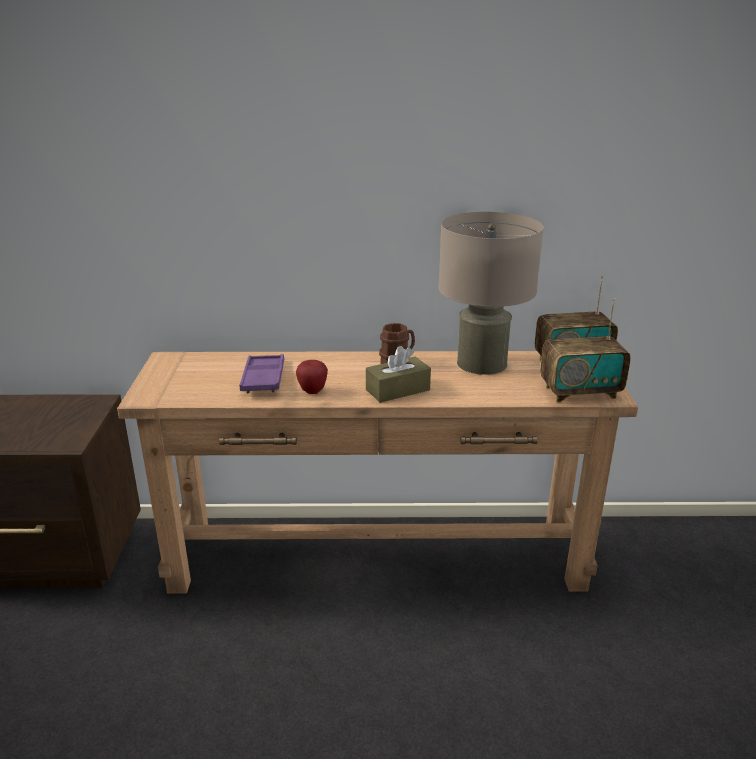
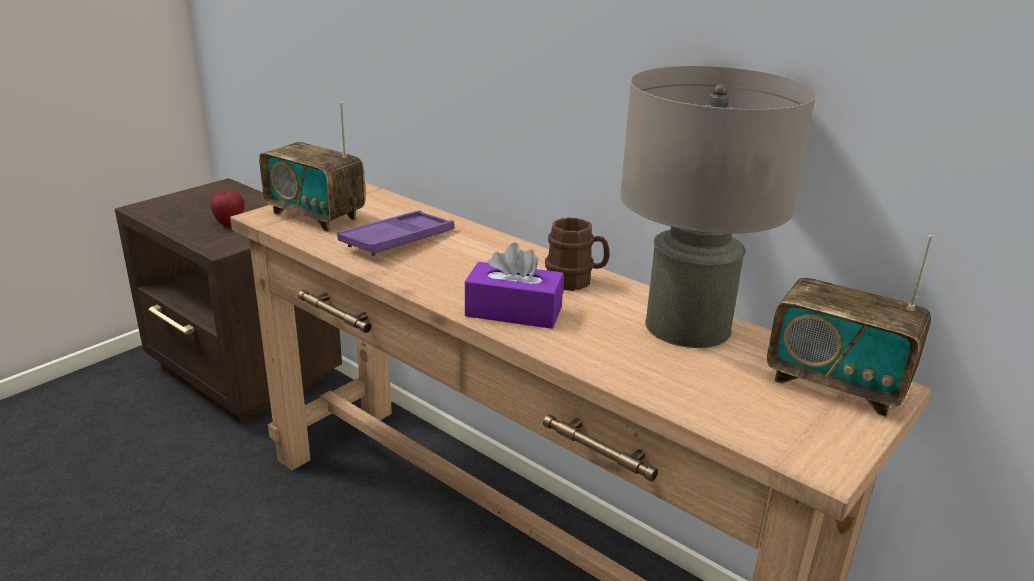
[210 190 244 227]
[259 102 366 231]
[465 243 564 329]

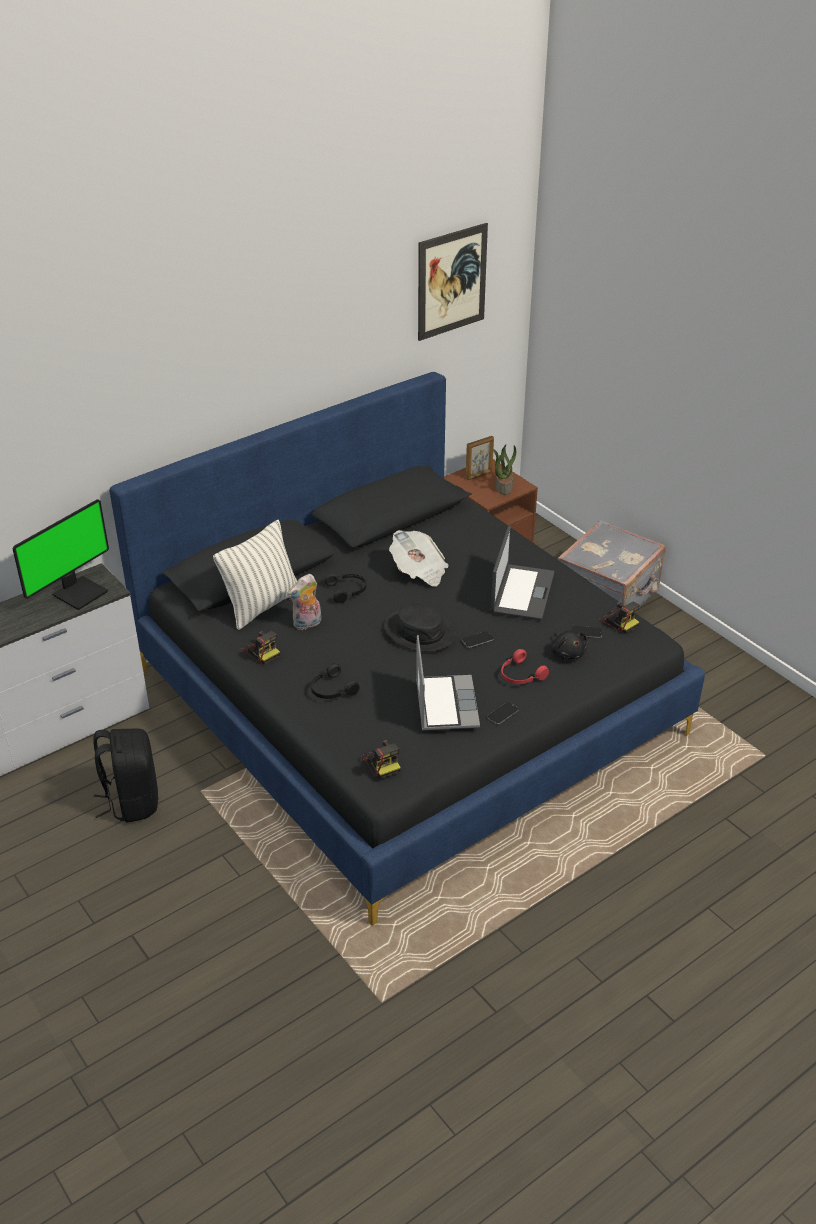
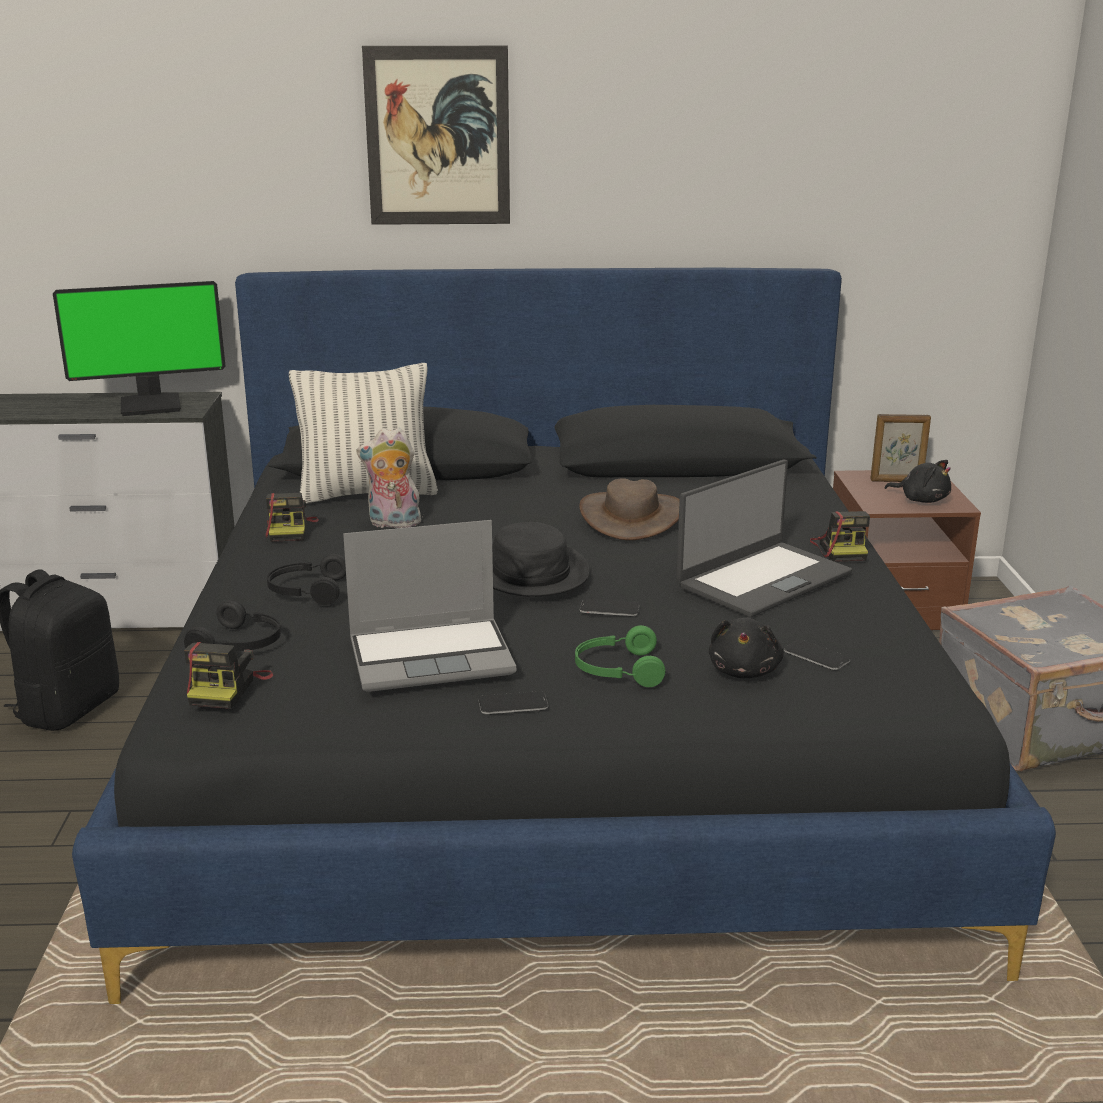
[184 600 281 651]
[343 520 516 692]
[362 46 510 225]
[575 625 665 687]
[579 478 680 540]
[810 511 870 562]
[885 460 951 503]

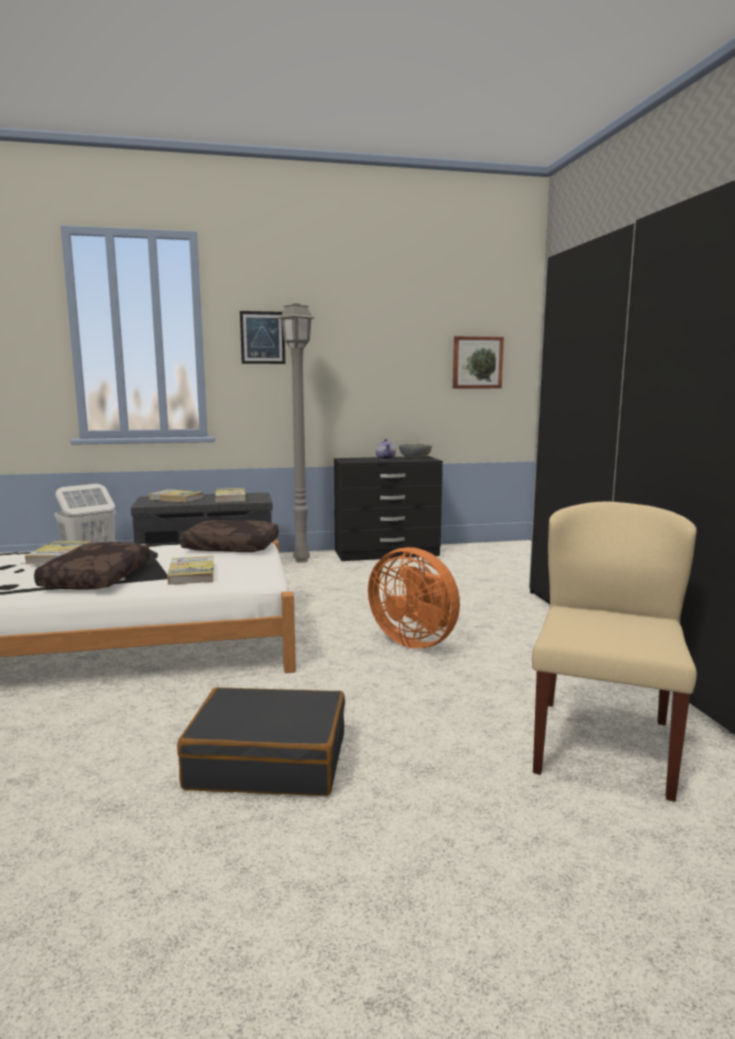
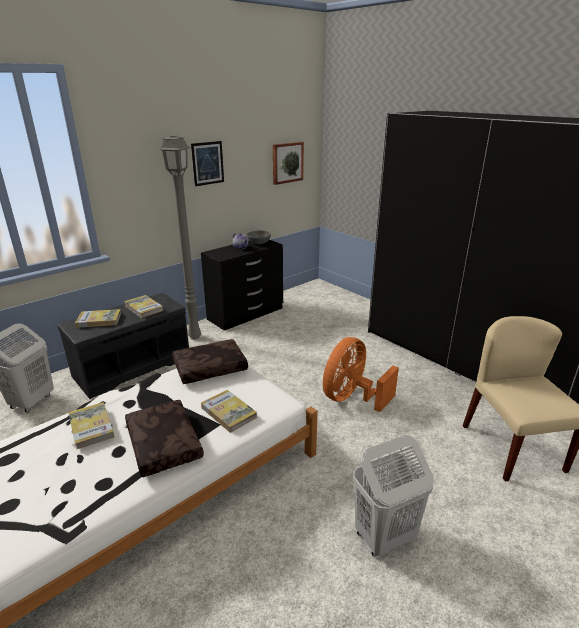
[191 141 224 186]
[323 337 399 412]
[353 435 434 556]

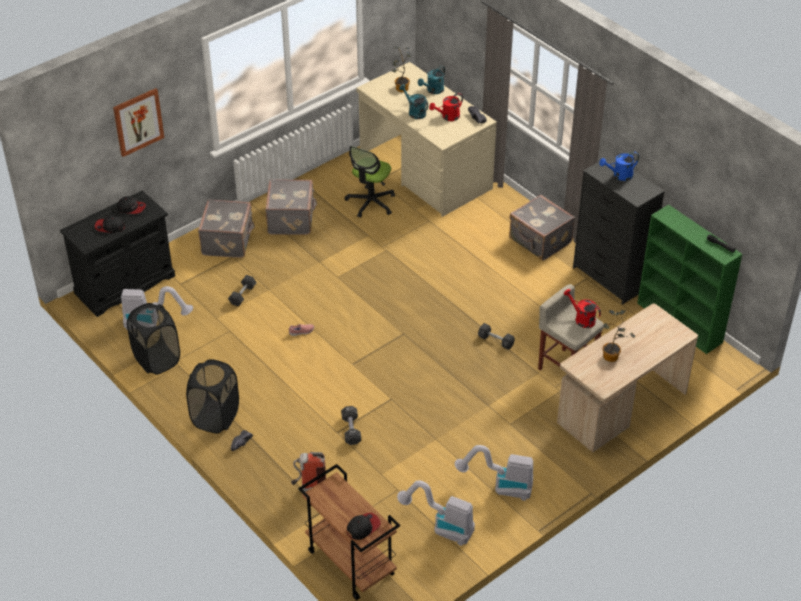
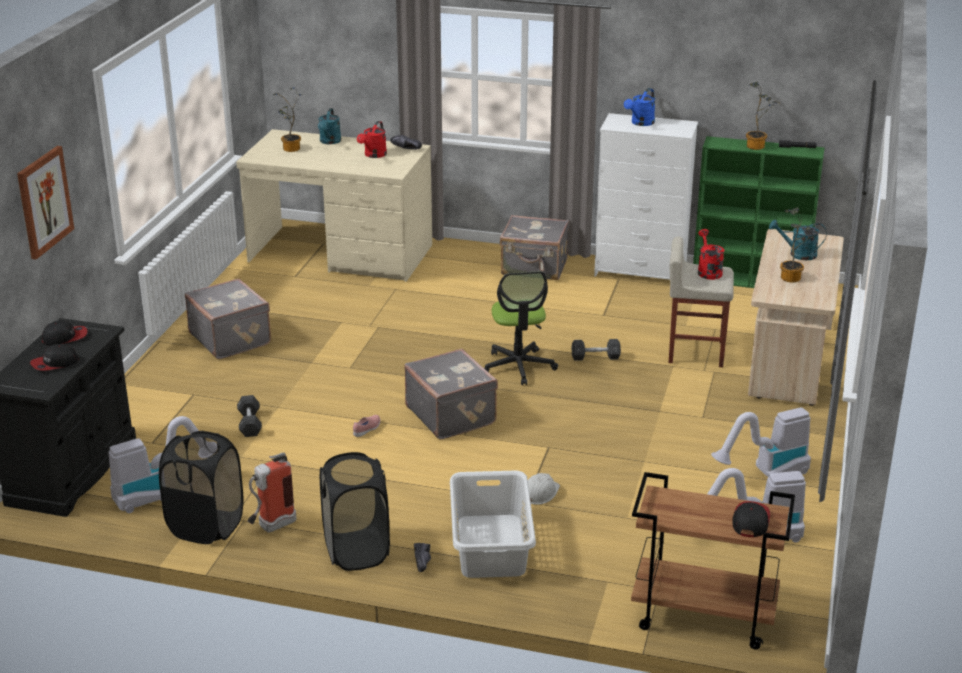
[247 452 296 532]
[404 349 498 439]
[450 470 536 578]
[484 271 558 385]
[523 473 560 505]
[594 113 698 280]
[698 229 724 280]
[746 82 779 150]
[769 219 827 260]

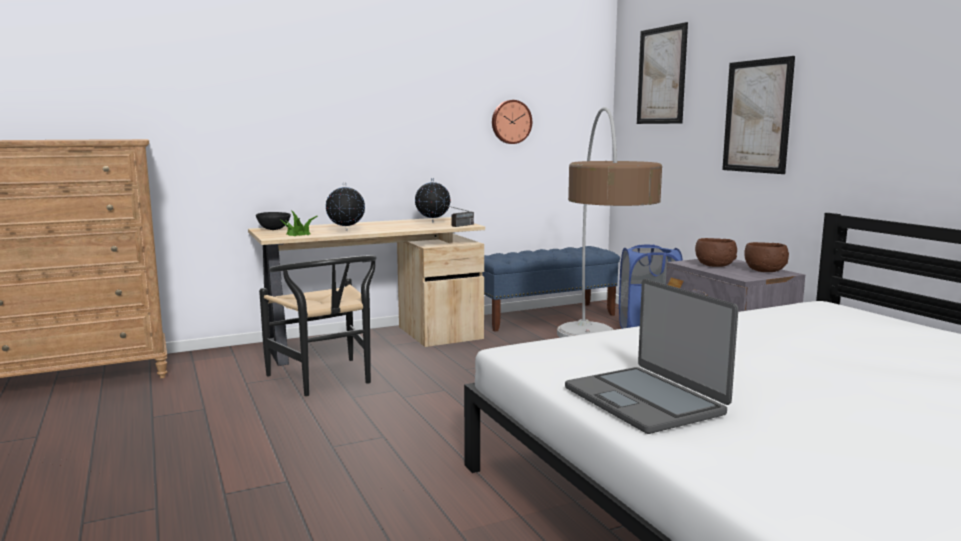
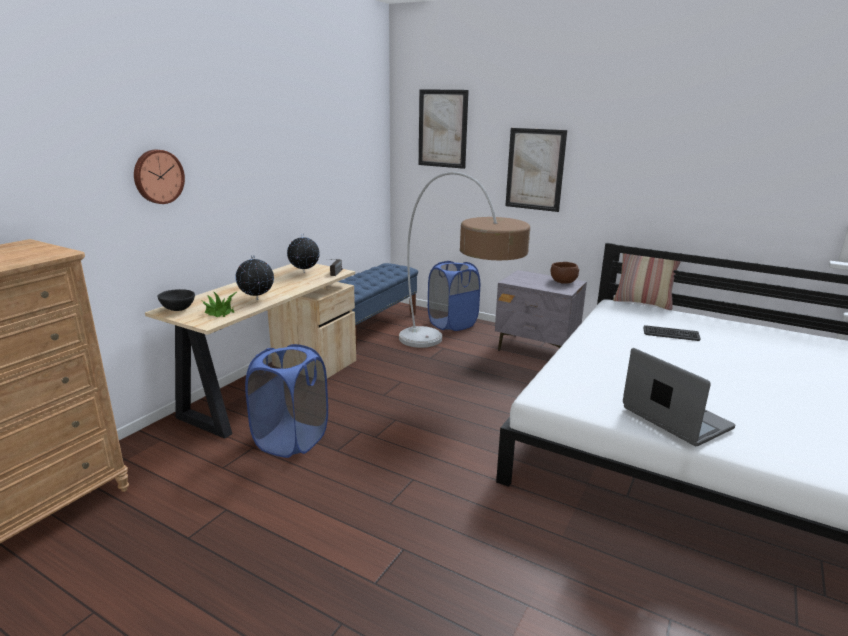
[134 150 185 204]
[245 344 328 458]
[613 253 681 310]
[623 348 735 446]
[643 325 700 341]
[695 238 737 267] (first image)

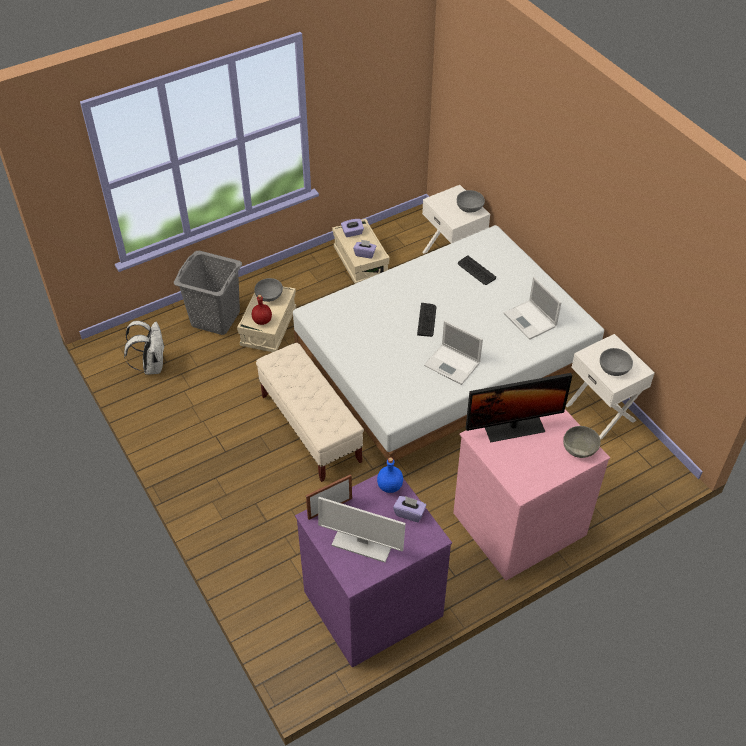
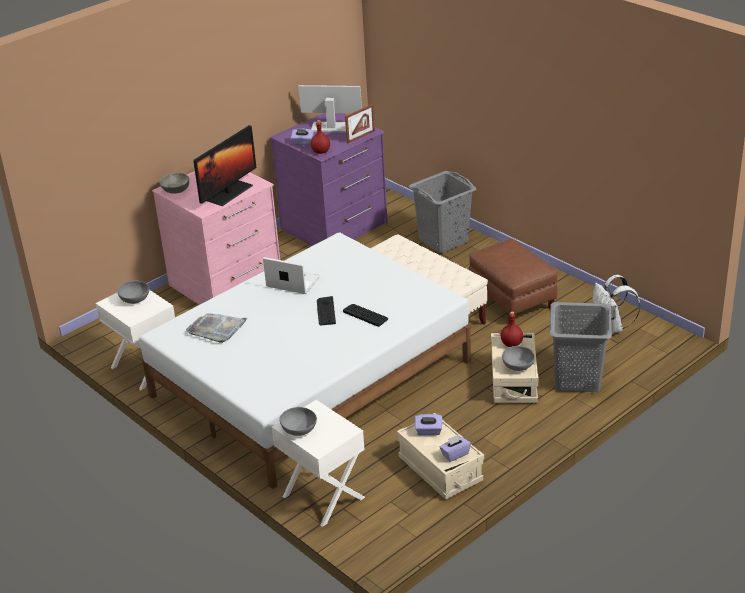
[186 313 248 343]
[193 125 256 206]
[311 120 330 154]
[343 304 388 327]
[409 171 476 253]
[468 238 557 324]

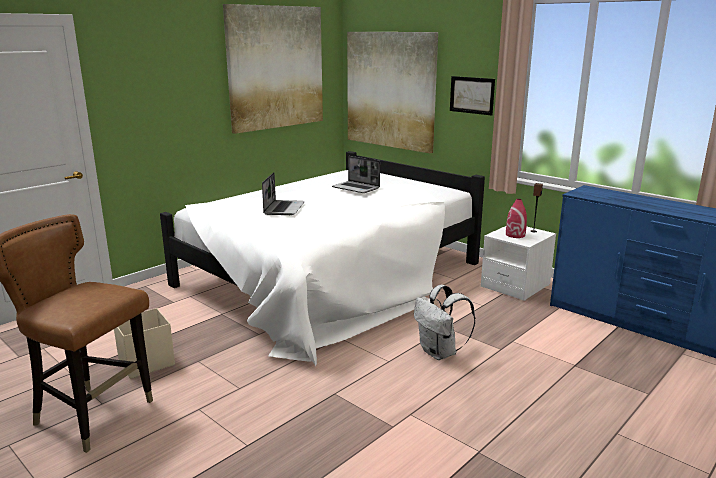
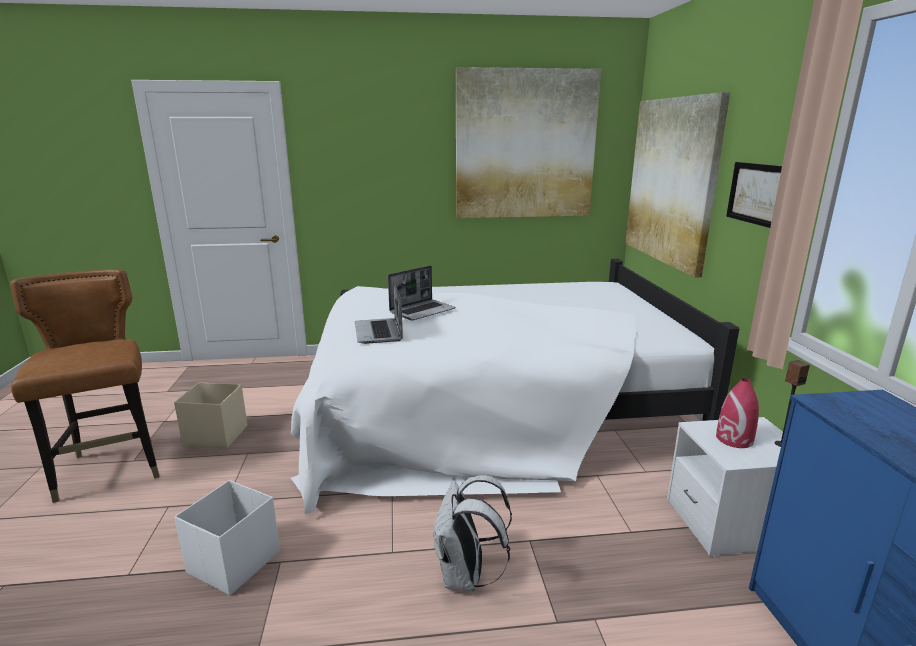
[174 480 280 595]
[355 281 403 344]

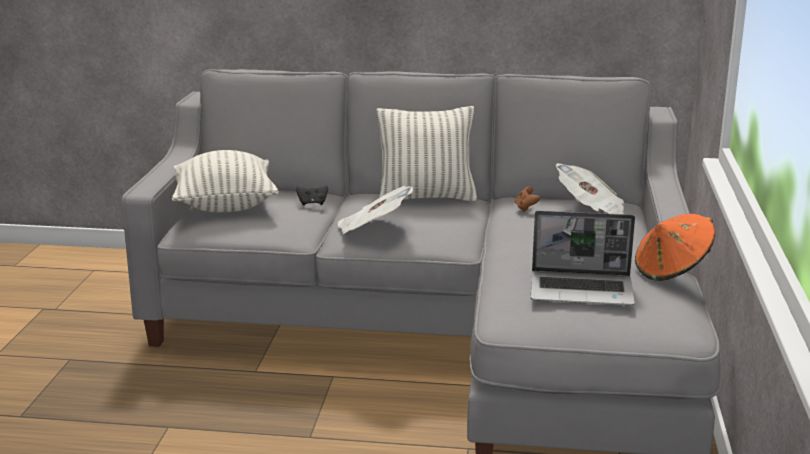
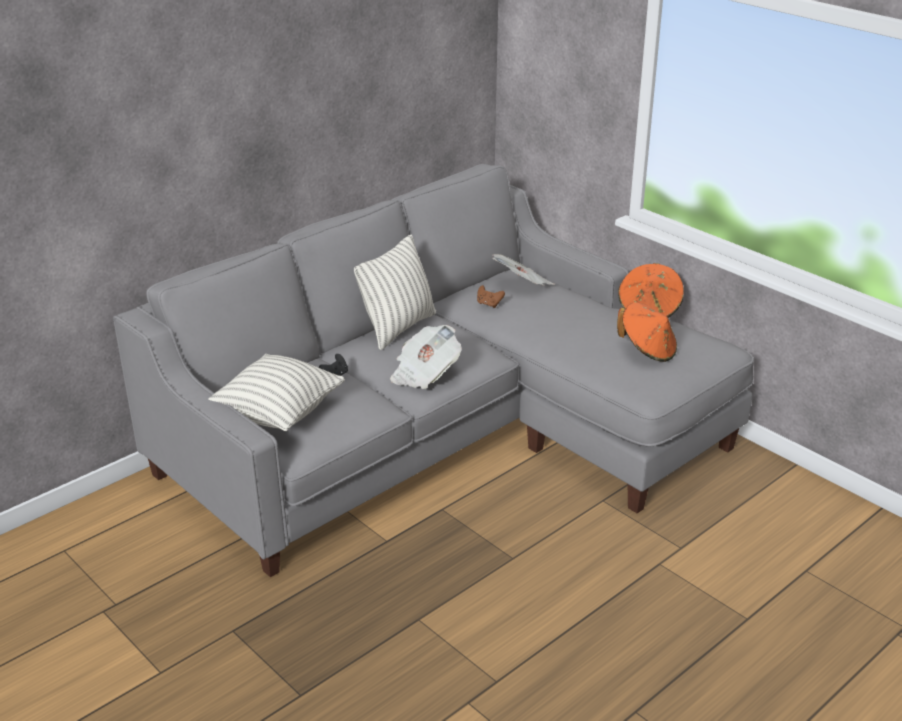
[617 302 677 362]

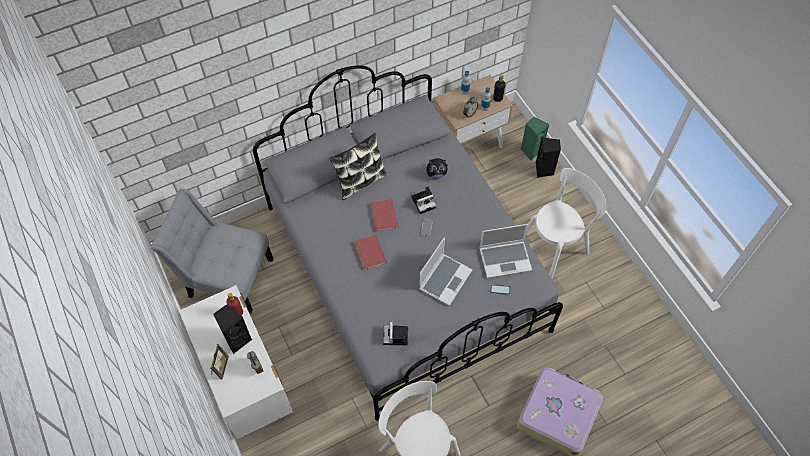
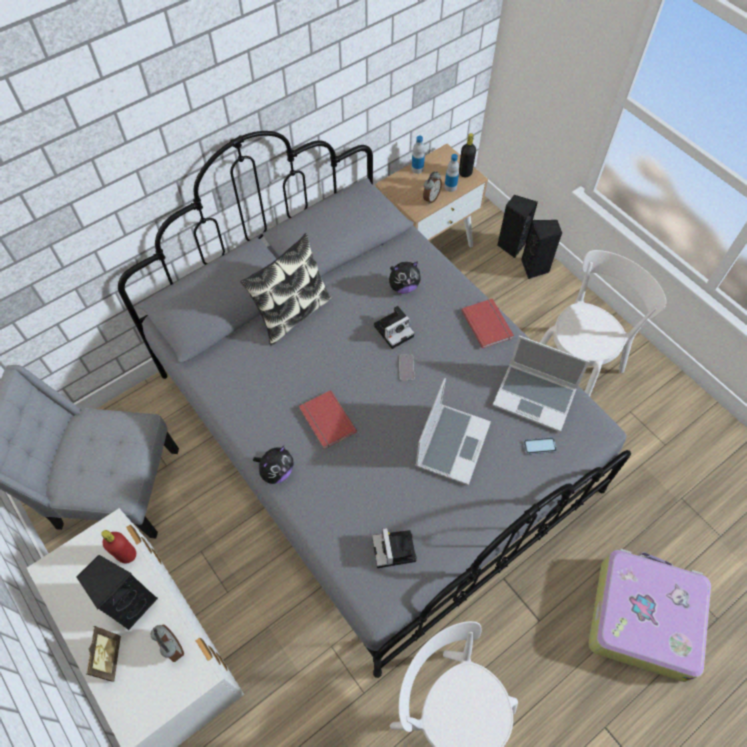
[253 445 294 484]
[461 299 514 349]
[493 335 590 432]
[497 195 538 258]

